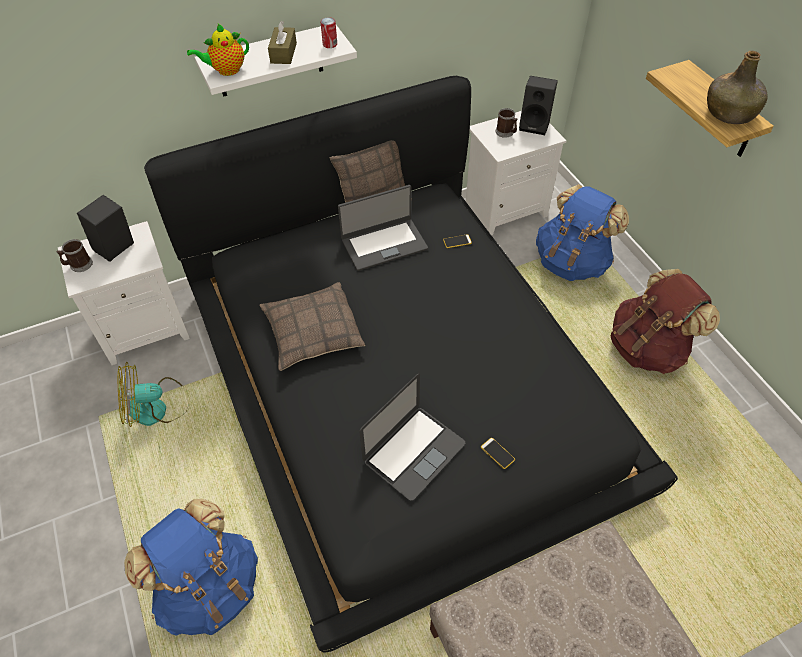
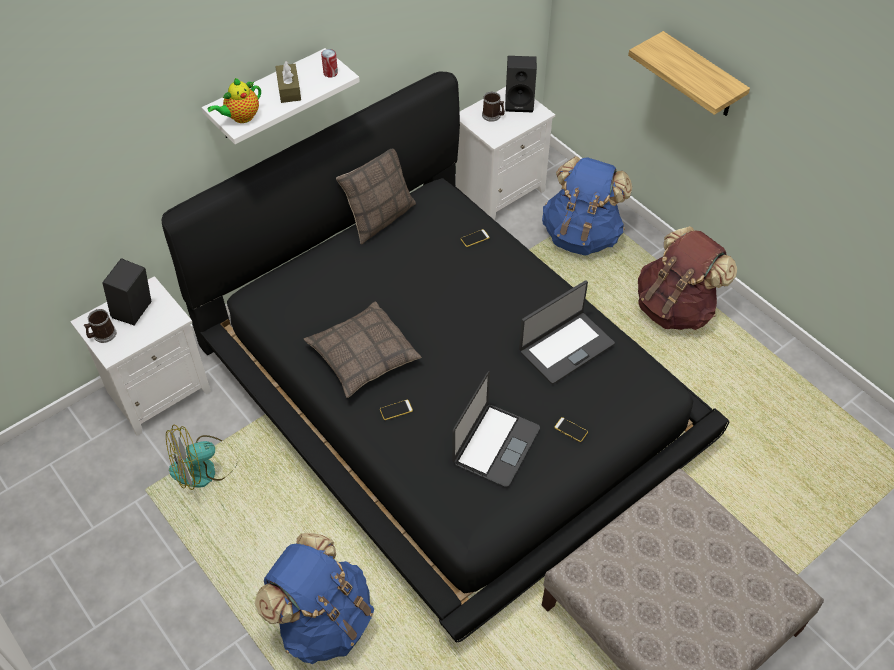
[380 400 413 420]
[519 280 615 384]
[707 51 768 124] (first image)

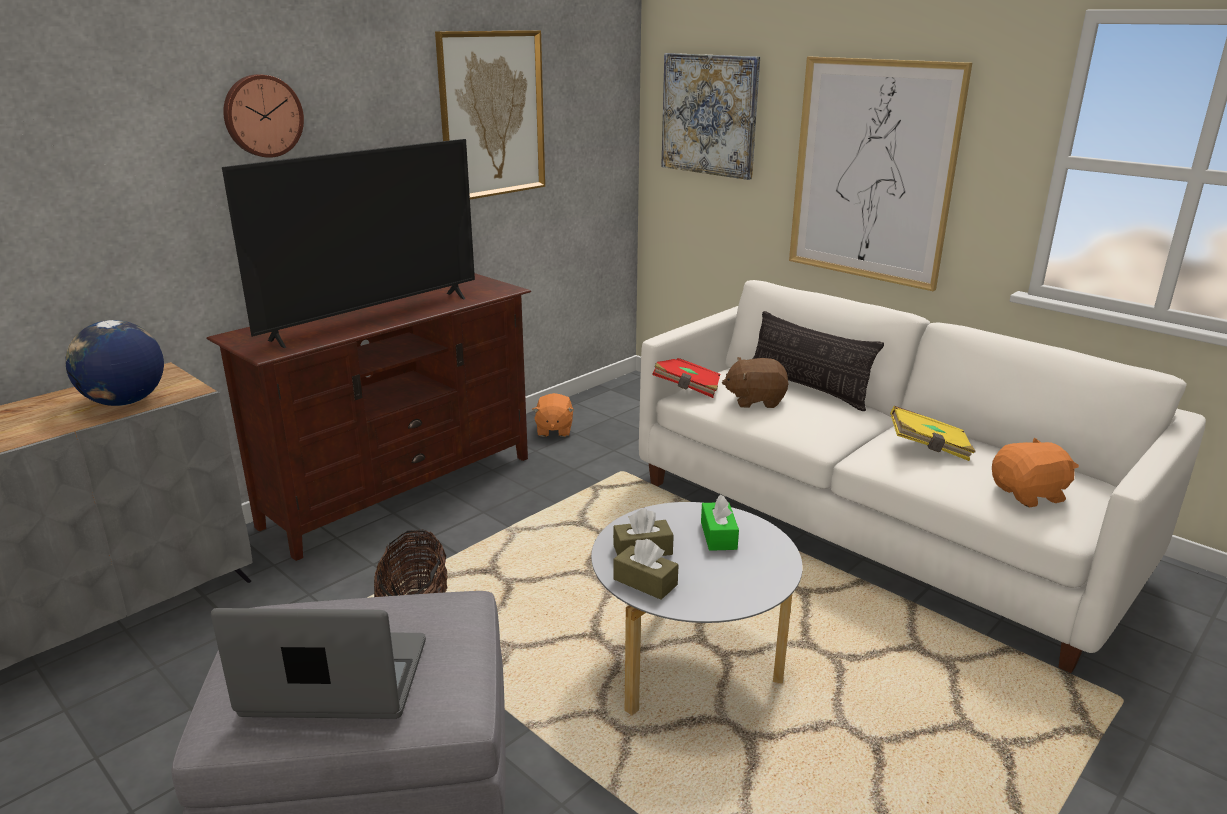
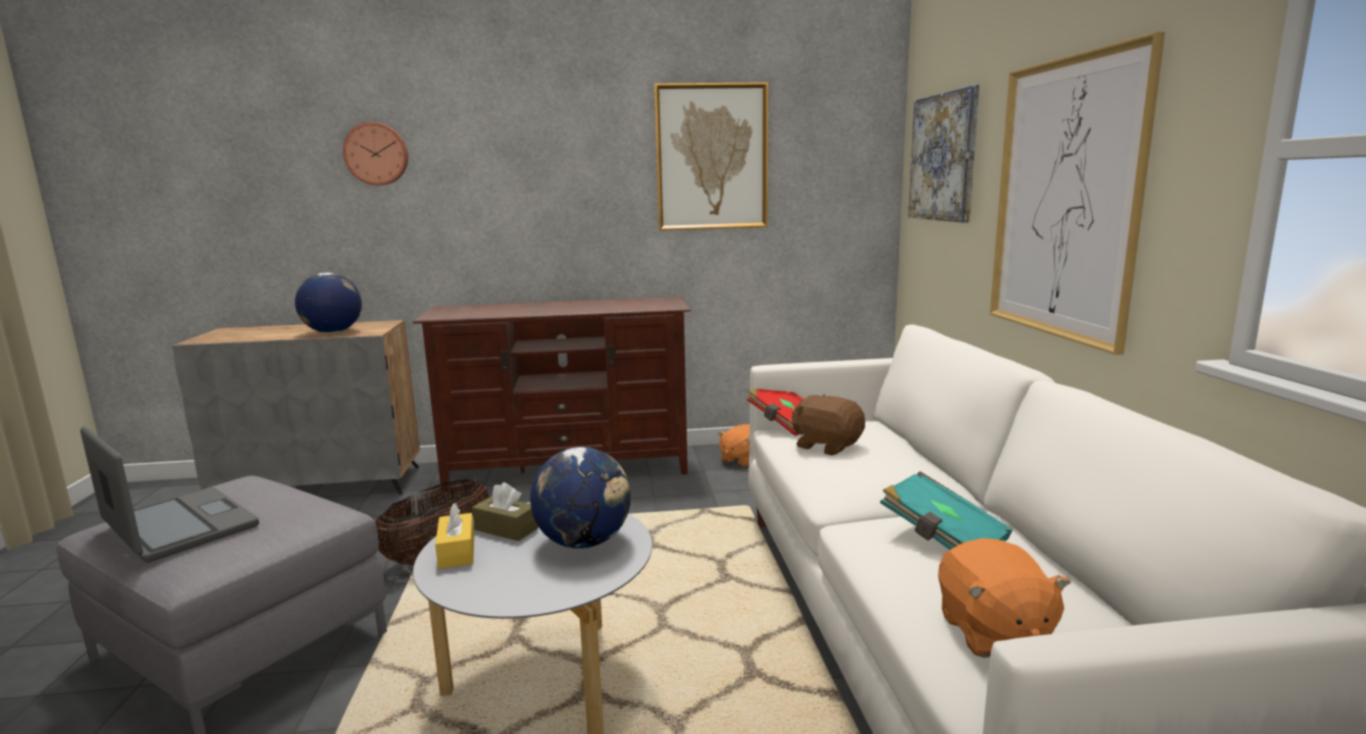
[343 122 408 185]
[435 503 474 569]
[530 447 631 549]
[880 472 1013 550]
[938 538 1071 658]
[222 139 475 348] (first image)
[753 311 884 411] (first image)

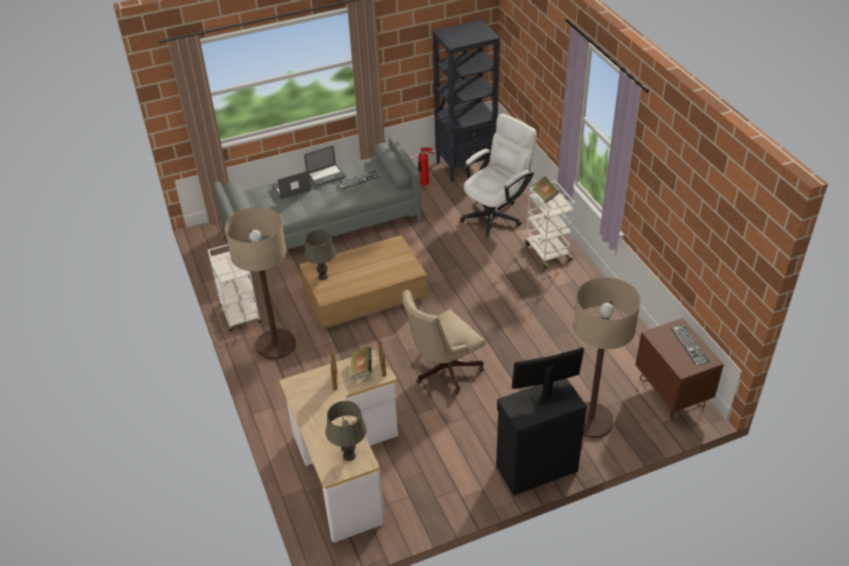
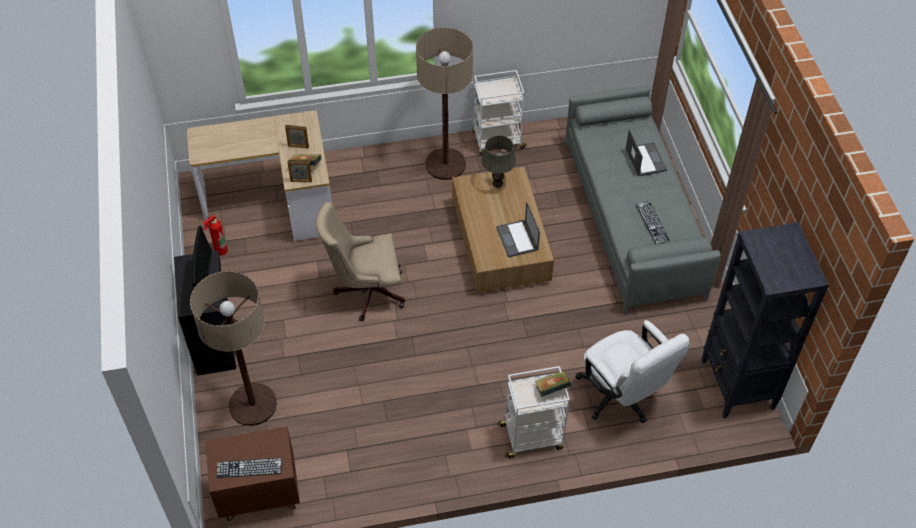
[203 215 228 256]
[316 202 405 321]
[496 202 540 257]
[326 401 367 461] (first image)

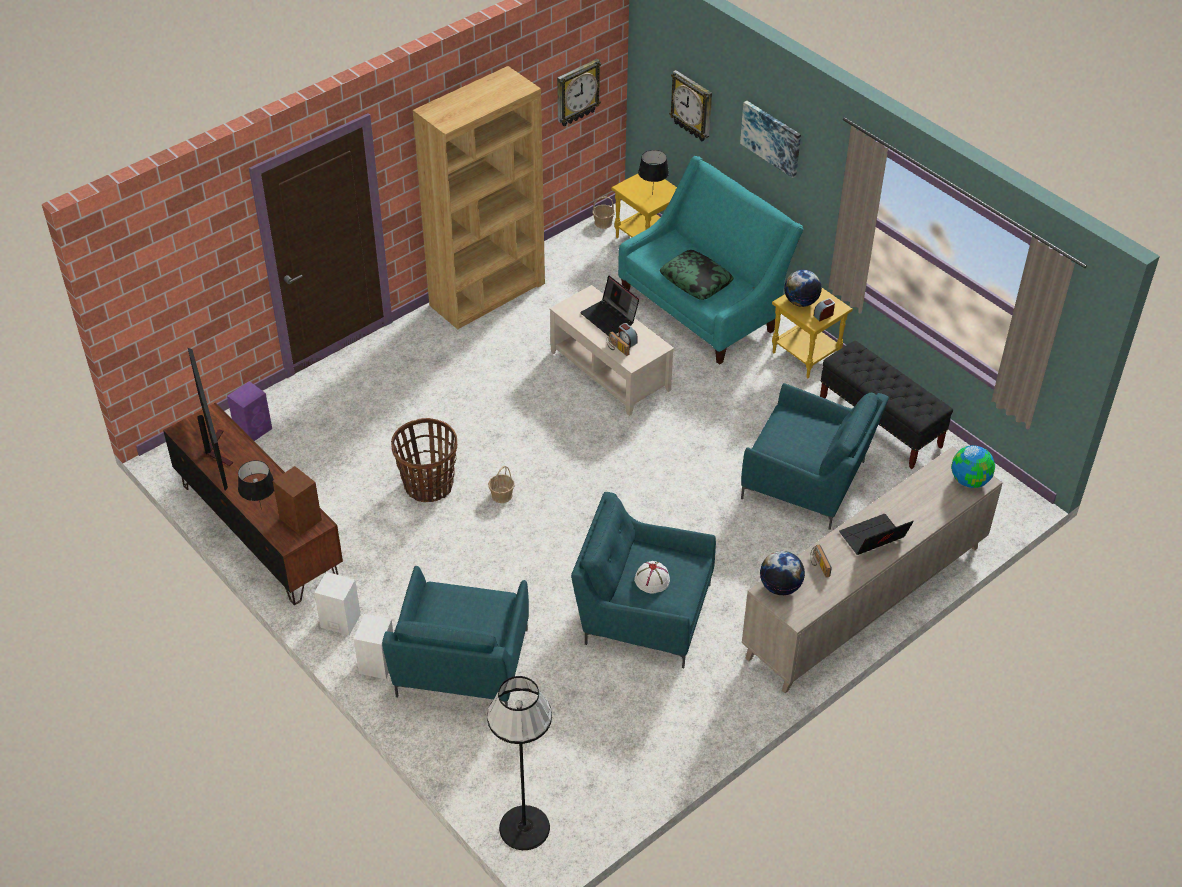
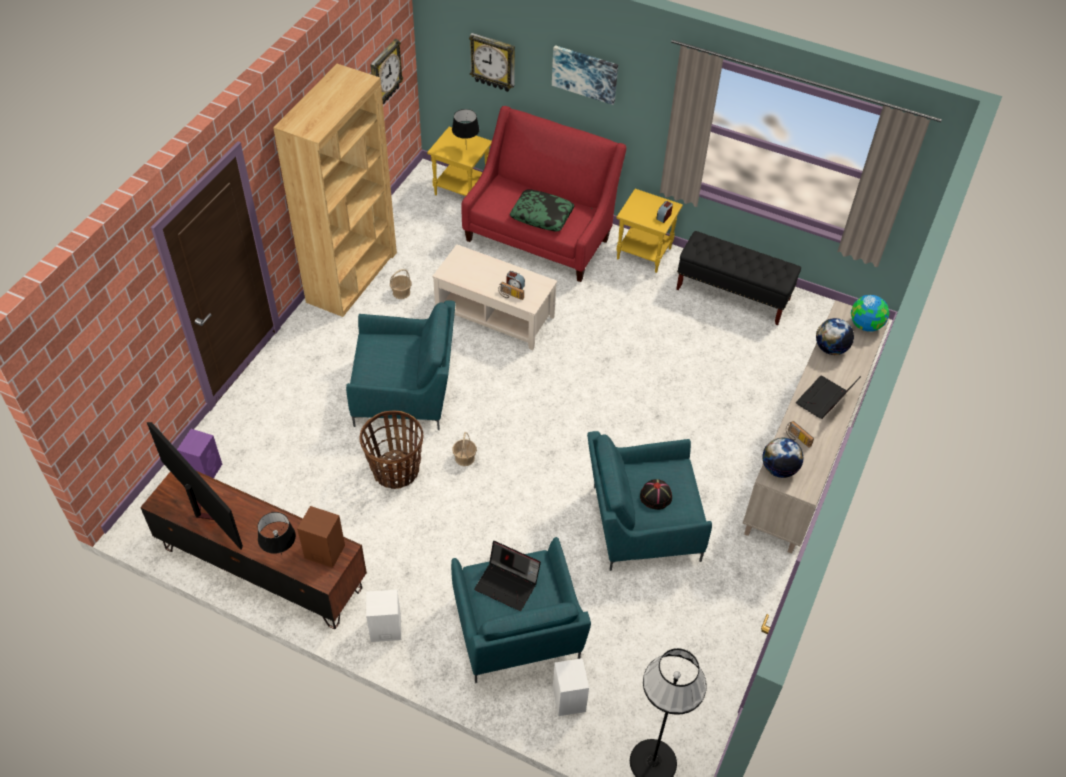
[346 300 456 430]
[390 269 412 299]
[461 106 626 282]
[474 541 541 611]
[553 658 589 716]
[640 479 672 510]
[816 318 854 355]

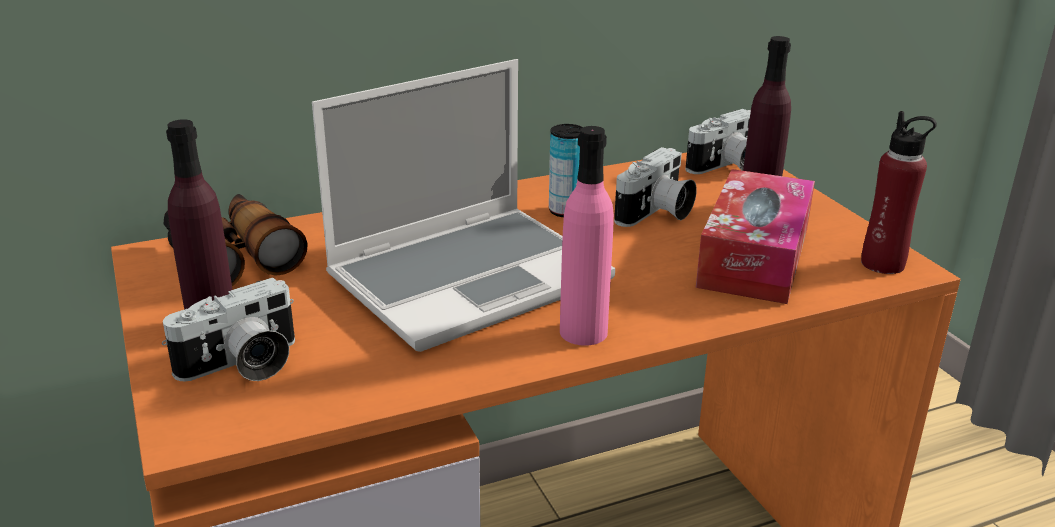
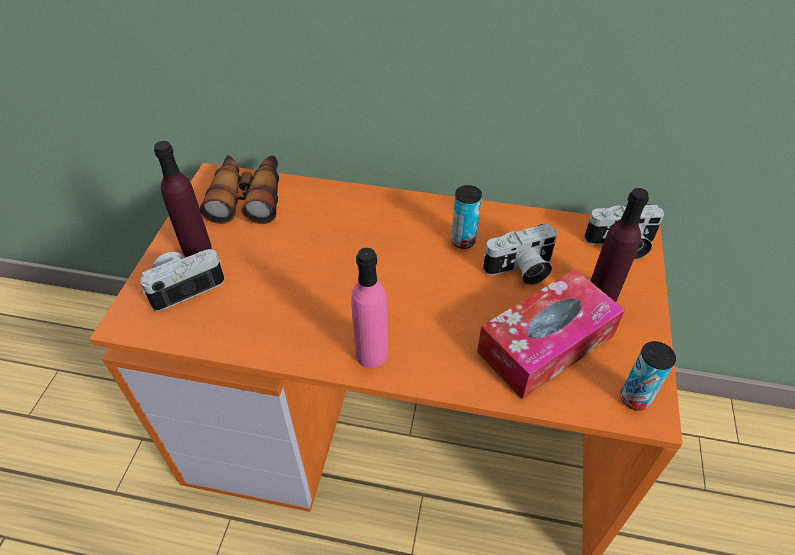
[140 249 225 312]
[621 341 676 410]
[312 59 615 352] (first image)

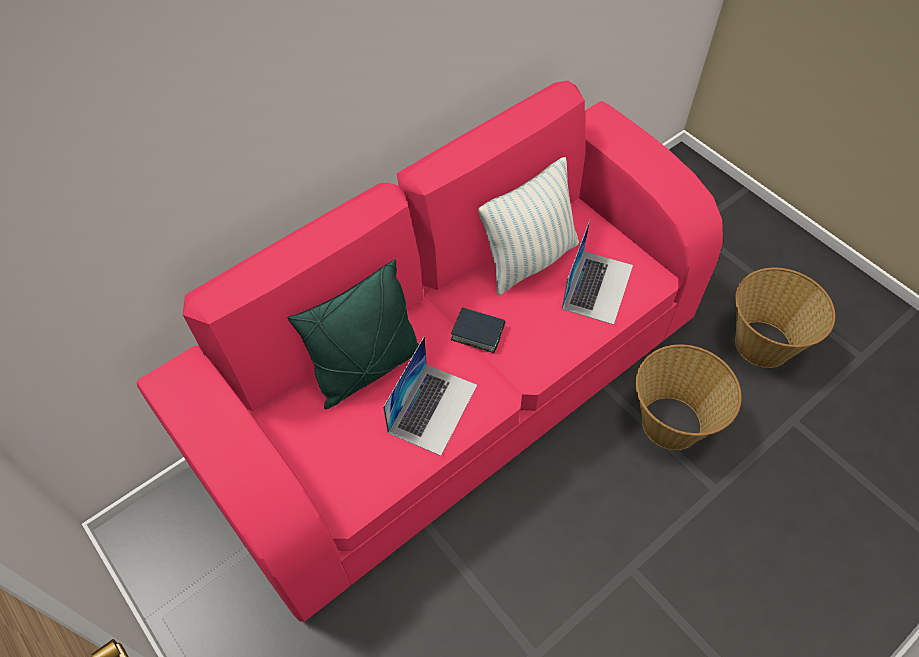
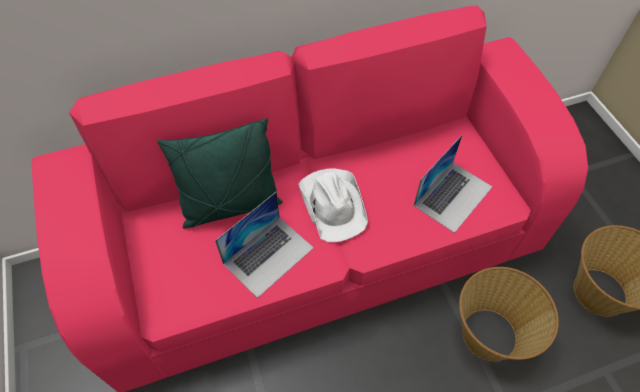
[299 168 368 242]
[478 157 579 295] (first image)

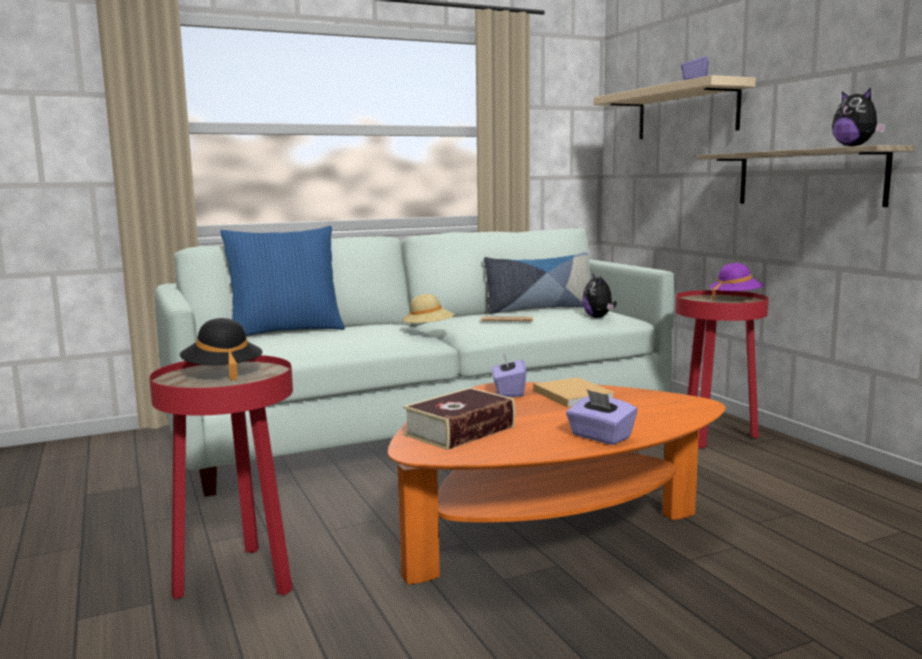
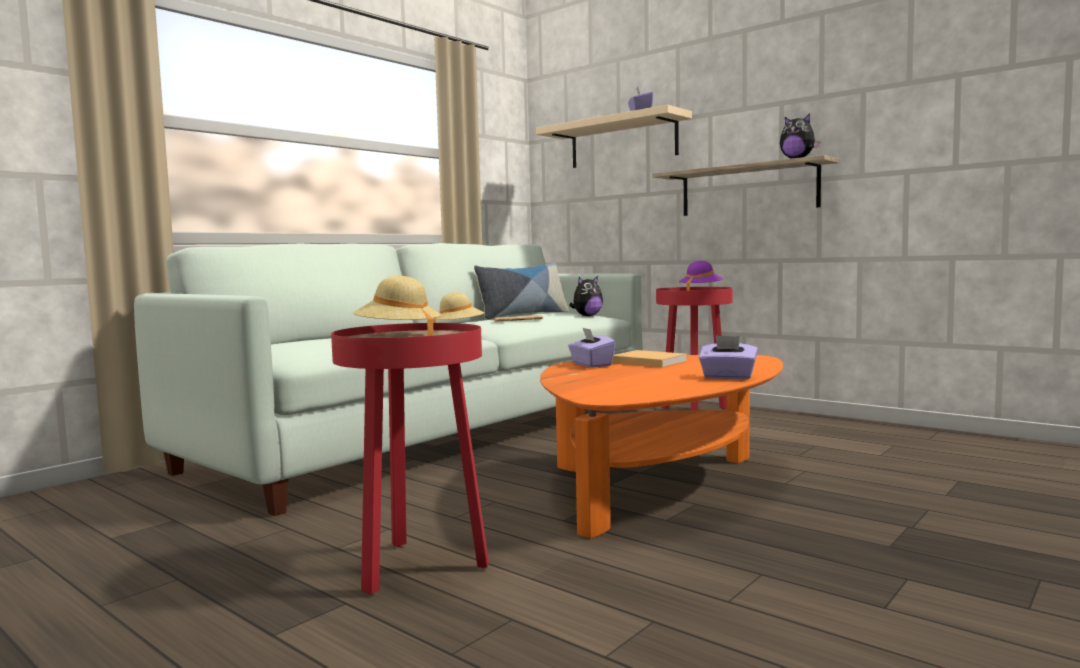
[353 276 441 336]
[569 276 603 316]
[220 226 345 336] (first image)
[403 388 515 450] (first image)

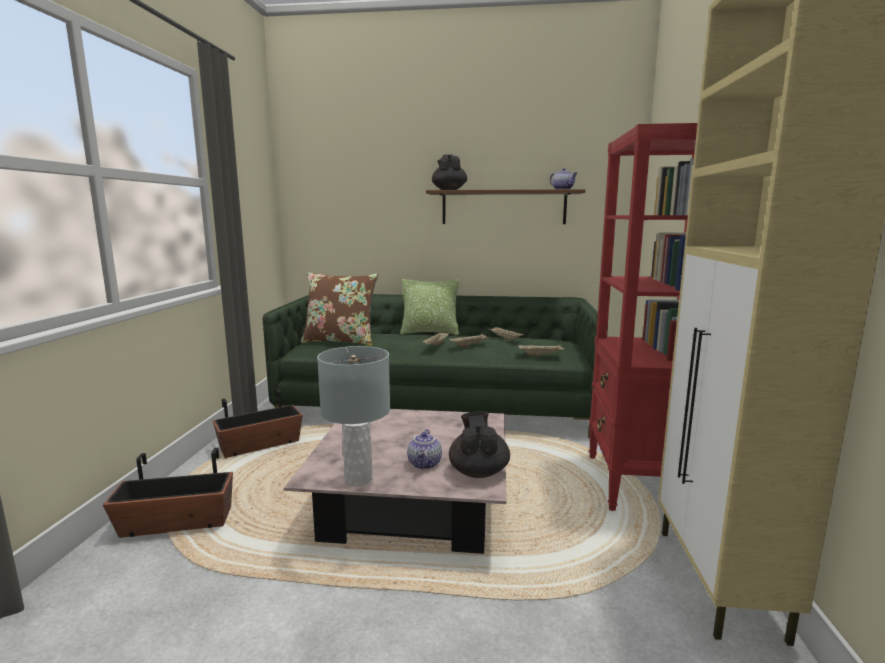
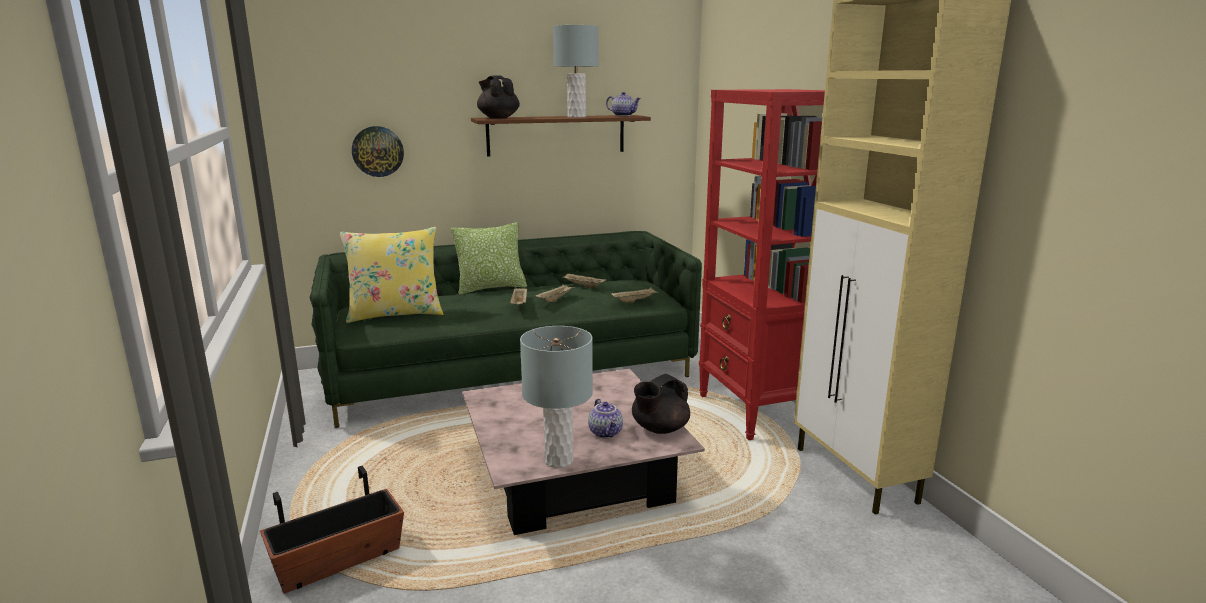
[340 227 443 323]
[352 126 404 177]
[553 25 598 118]
[632 374 690 434]
[213 389 303 458] (first image)

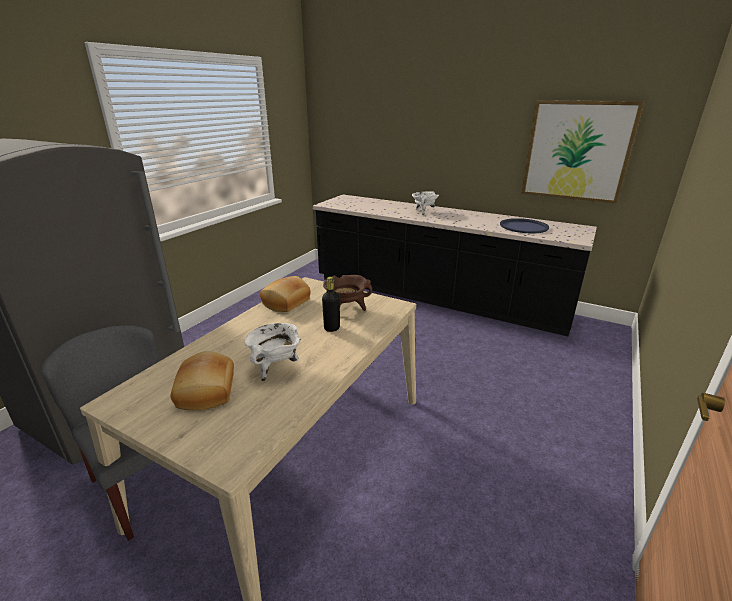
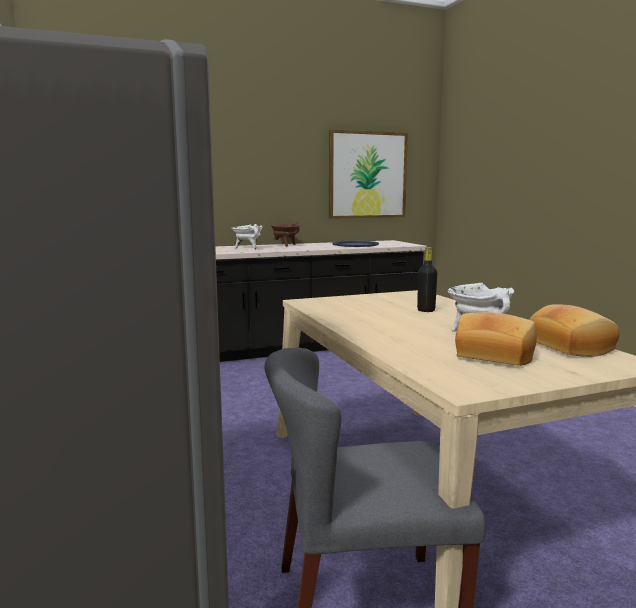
[271 221 300 247]
[529 305 620 357]

